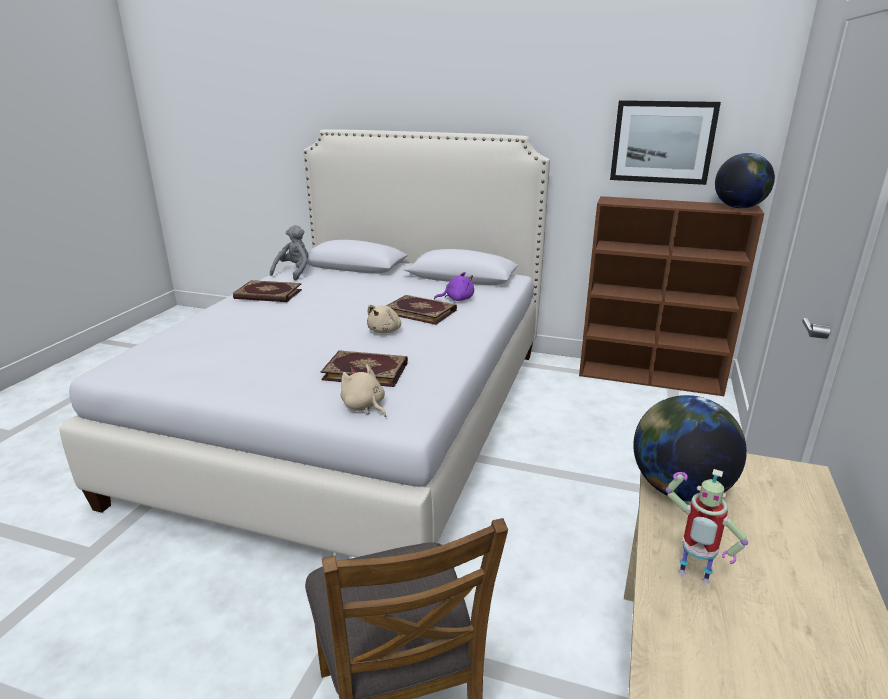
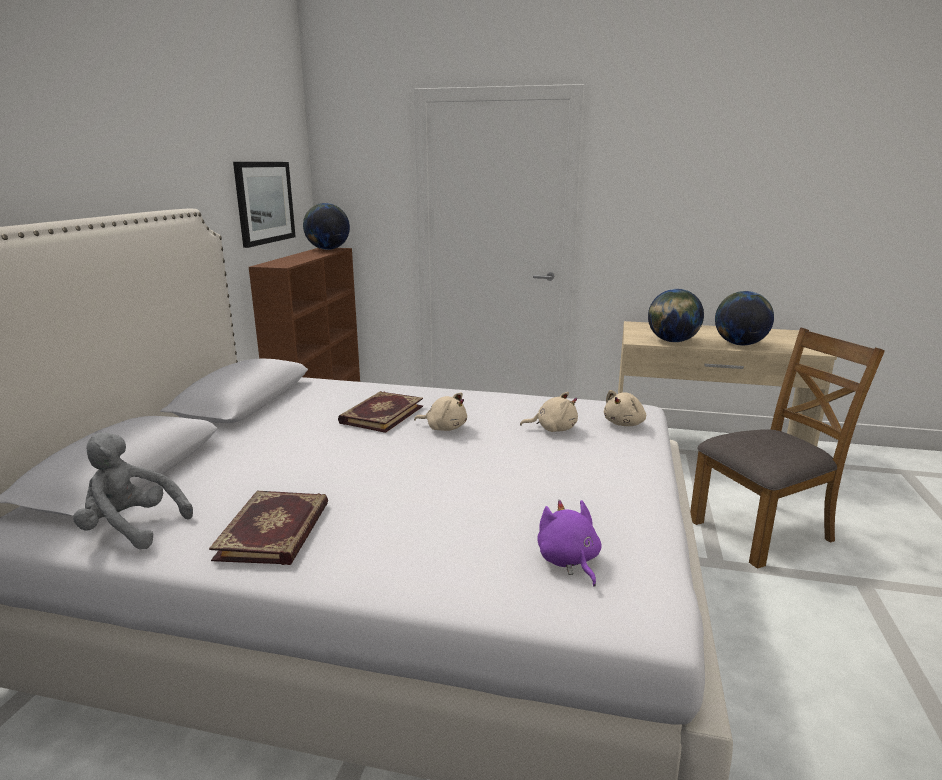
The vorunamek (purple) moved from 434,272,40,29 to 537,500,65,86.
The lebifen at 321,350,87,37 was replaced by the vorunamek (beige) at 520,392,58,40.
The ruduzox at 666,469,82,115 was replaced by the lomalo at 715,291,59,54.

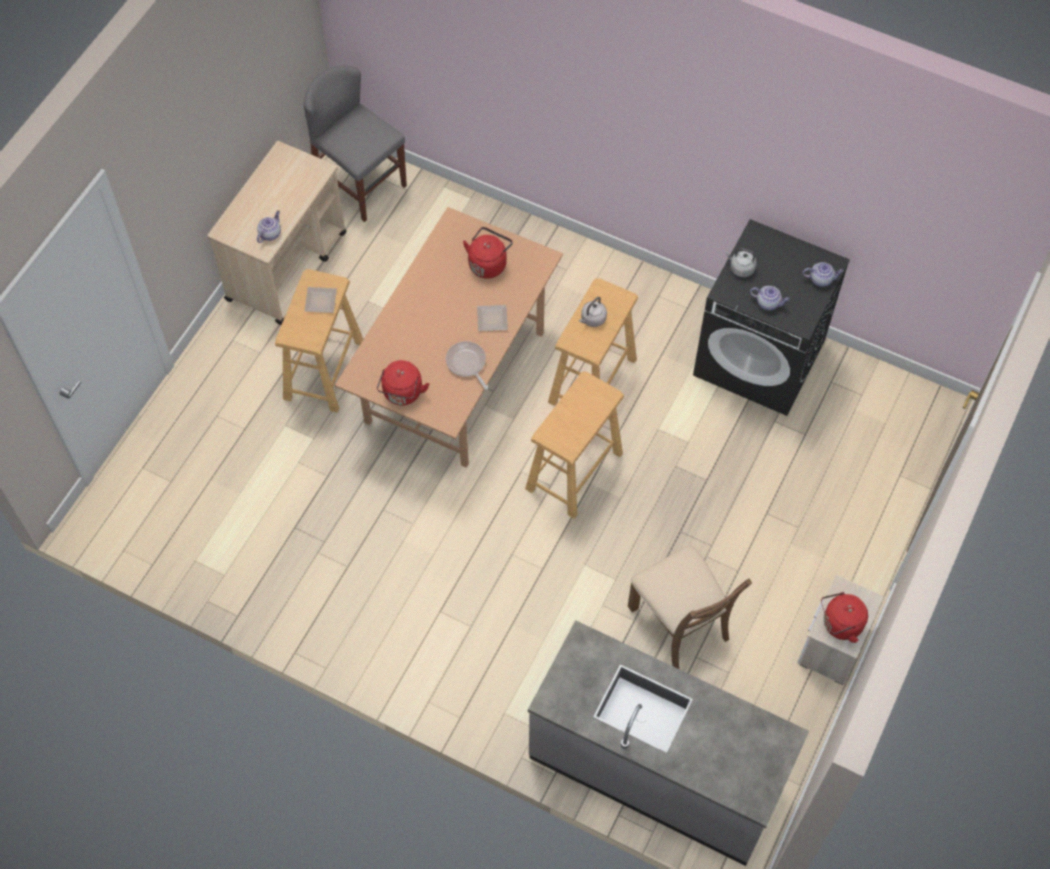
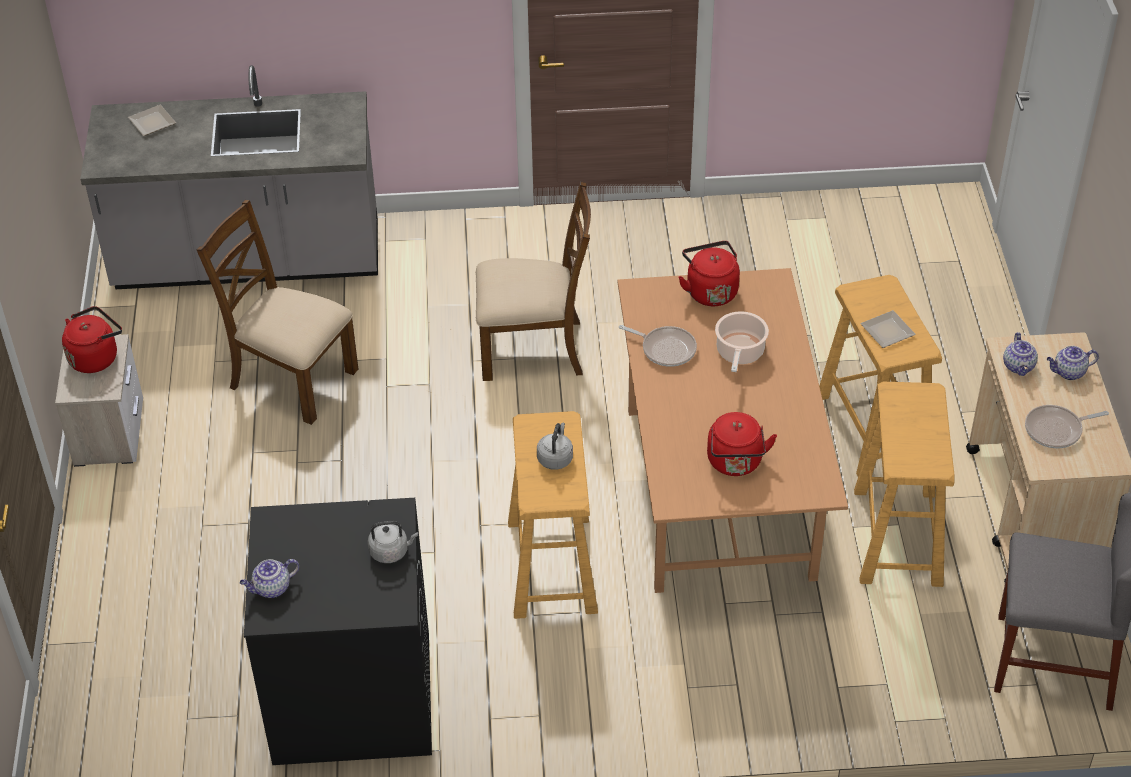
The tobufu moved from 750,286,40,24 to 1047,346,52,34.
The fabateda moved from 477,305,31,26 to 128,105,48,31.
The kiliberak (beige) moved from 525,371,99,148 to 854,381,100,206.
The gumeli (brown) at 476,182,115,199 appeared.
The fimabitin at 715,311,54,61 appeared.
The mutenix at 1025,405,84,43 appeared.

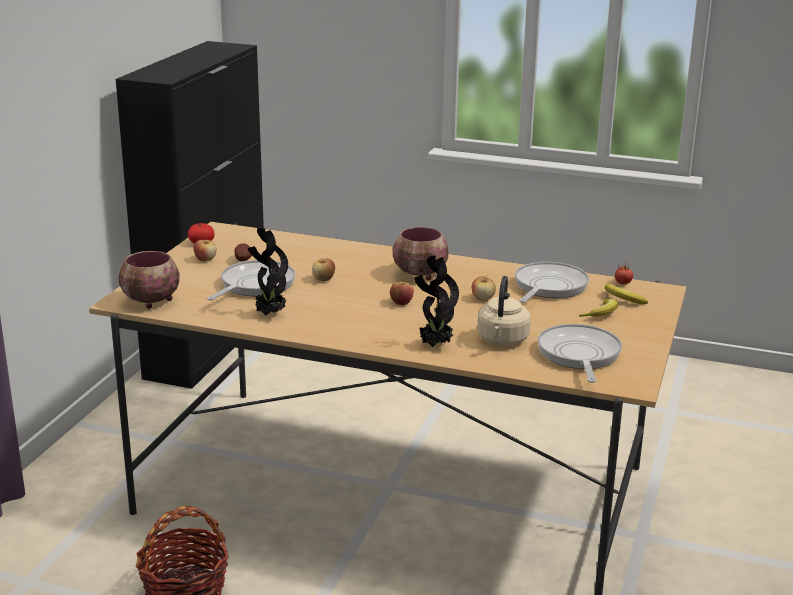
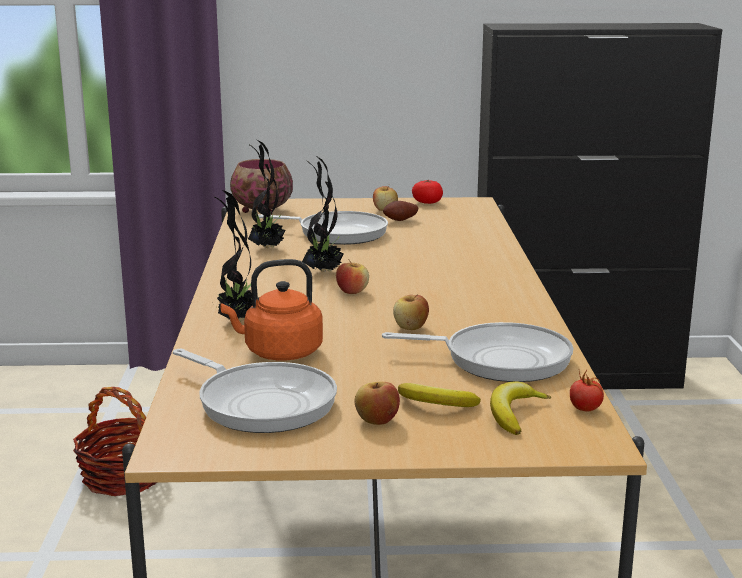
The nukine at 393,227,56,53 disappeared.
The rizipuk moved from 312,258,23,23 to 355,382,45,43.
The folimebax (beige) at 478,276,53,70 became the folimebax (orange) at 220,259,103,101.
The mutenix at 538,324,84,59 turned 60 degrees clockwise.
The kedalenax at 302,155,42,117 appeared.

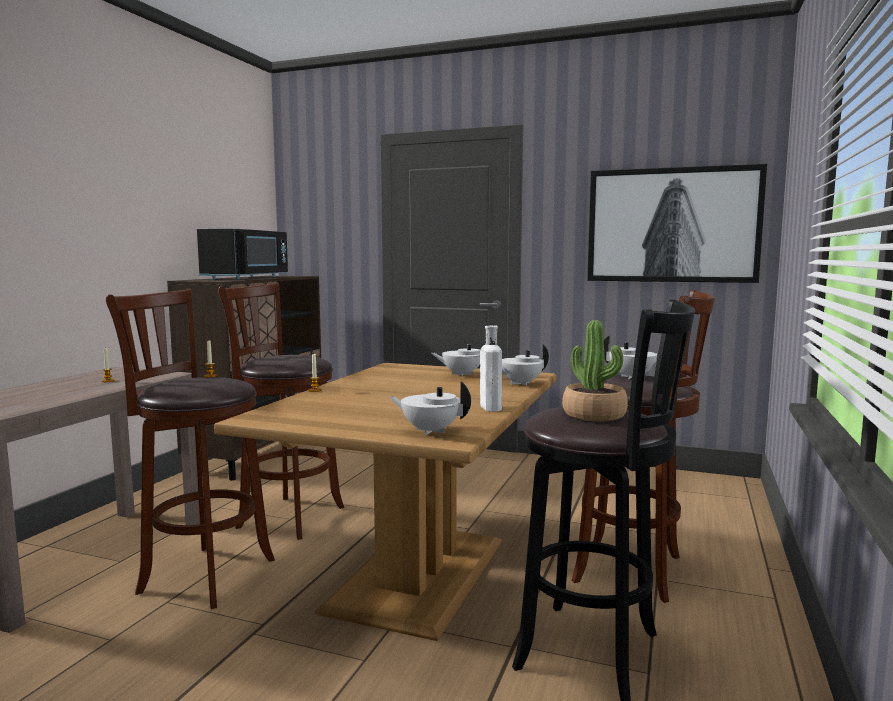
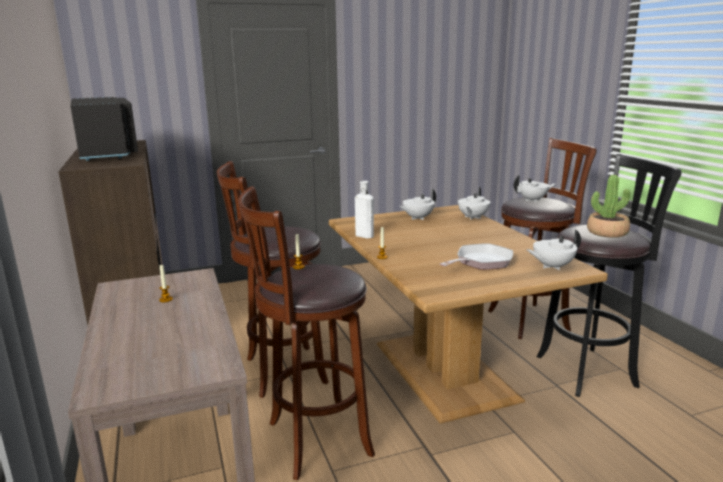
The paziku at 587,164,180,119 disappeared.
The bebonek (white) moved from 480,325,22,87 to 355,181,19,57.
The mutenix at 440,243,73,27 appeared.

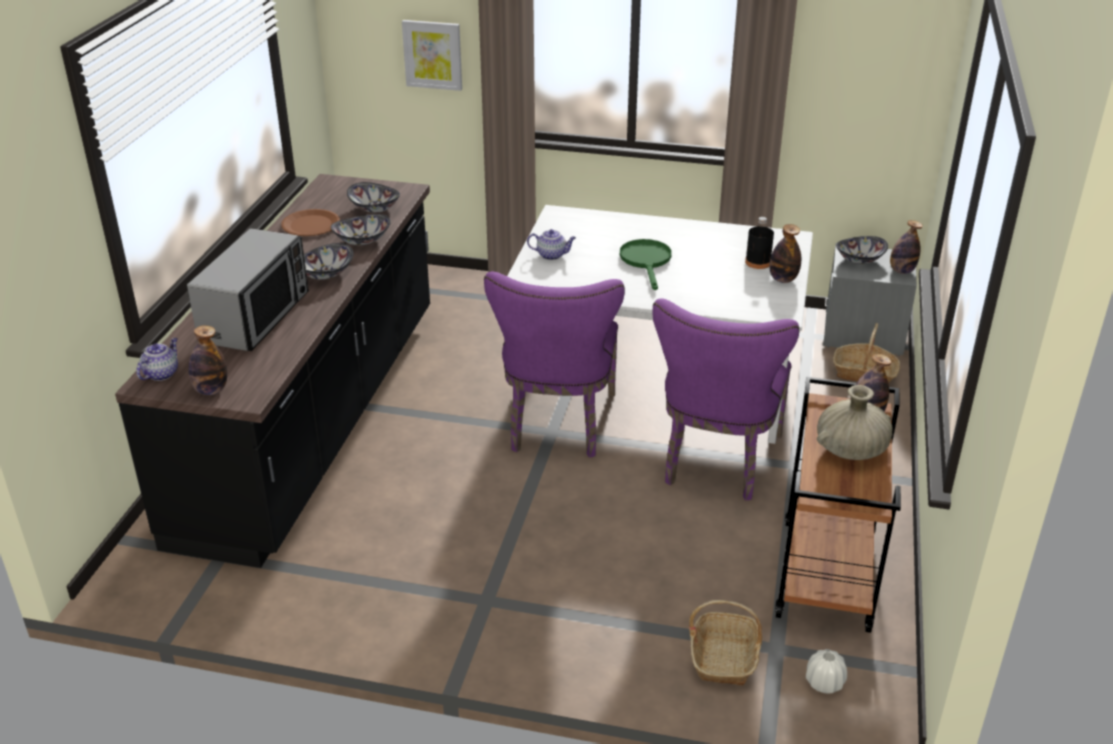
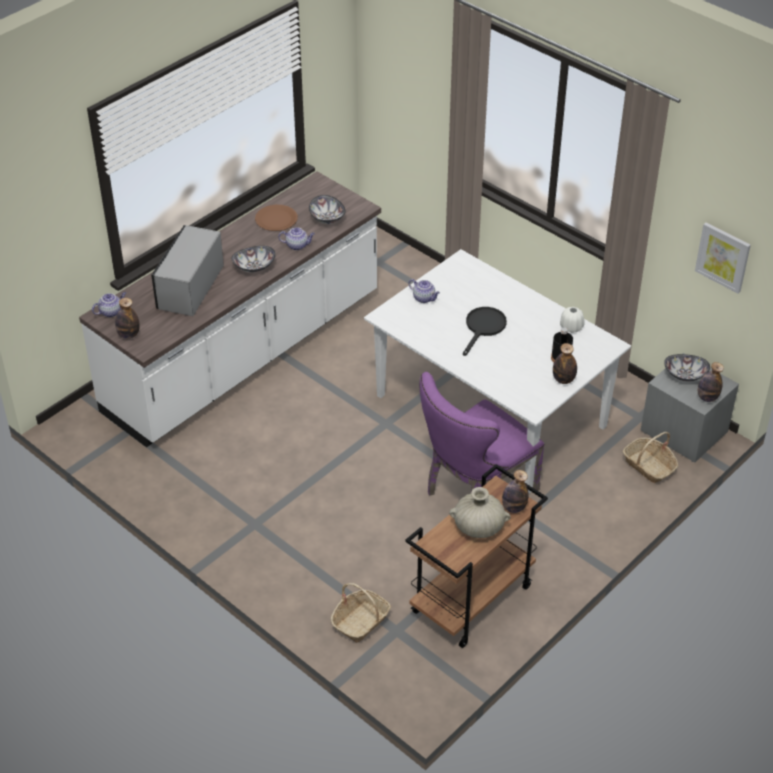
The paziku moved from 402,20,60,71 to 695,223,56,70.
The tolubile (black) at 115,174,315,394 became the tolubile (white) at 79,171,302,276.
The nukine at 331,214,60,31 was replaced by the tobufu at 278,227,37,23.
The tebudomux at 187,228,122,123 turned 150 degrees clockwise.
The mutenix (green) at 620,239,52,51 became the mutenix (black) at 463,307,44,49.
The gumeli (purple) at 484,272,141,186 disappeared.
The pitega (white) moved from 806,649,41,44 to 560,307,25,26.

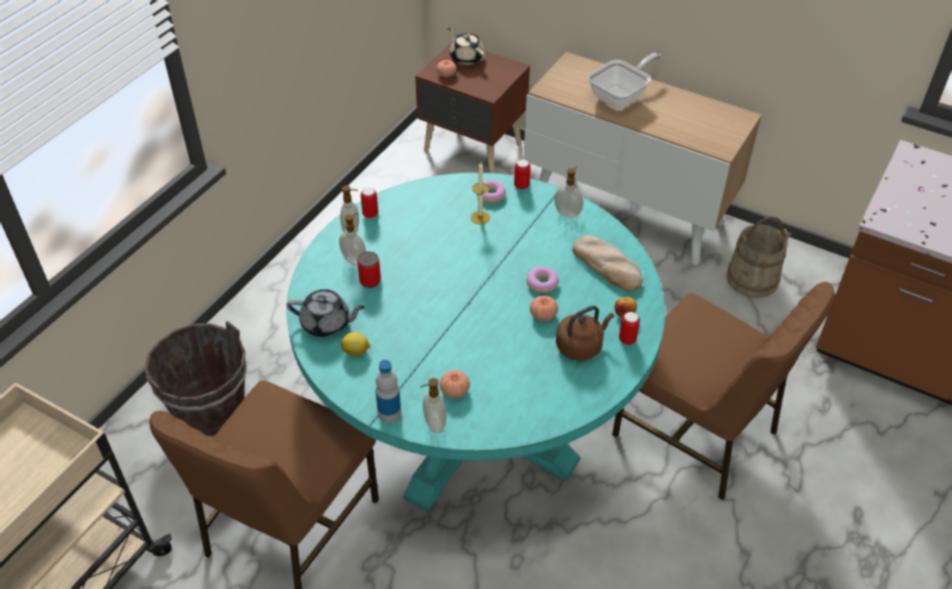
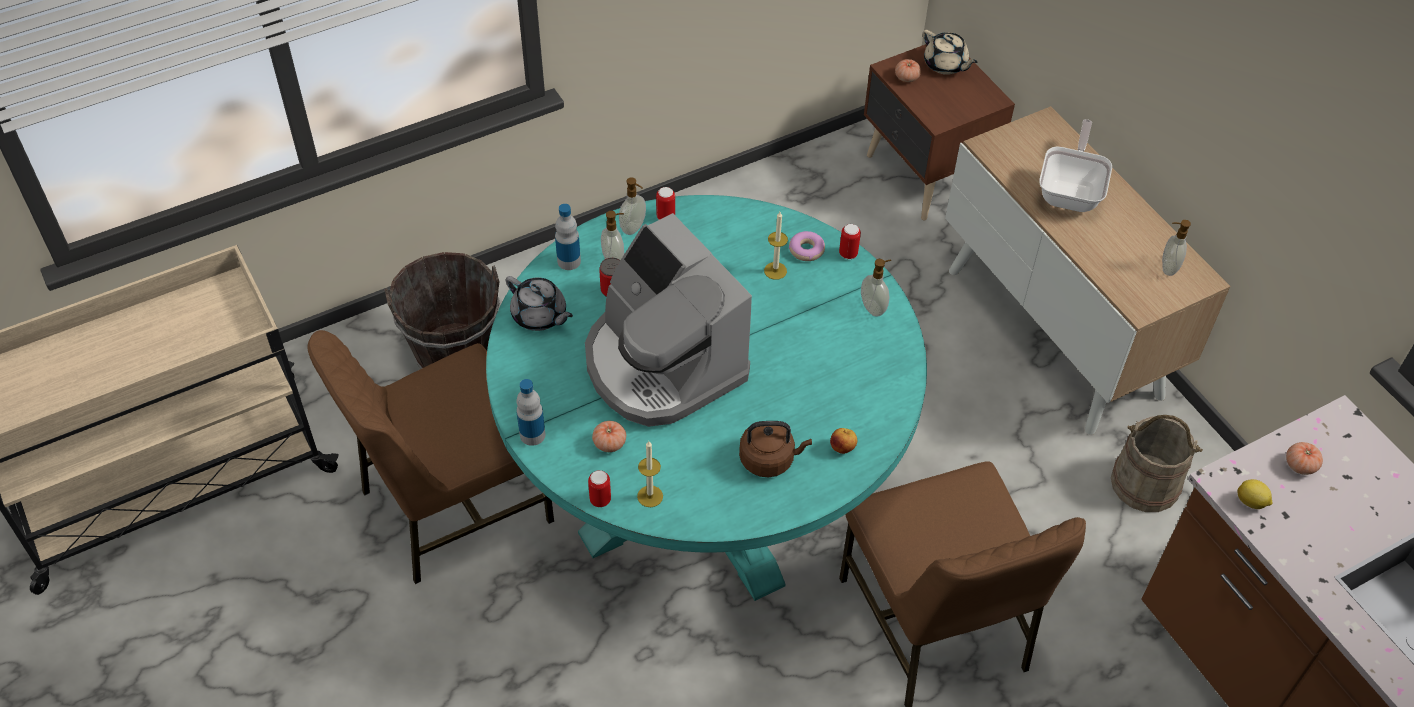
The tobufu (beige) at 447,28,38,37 turned 150 degrees clockwise.
The mutenix at 588,53,73,56 turned 60 degrees counterclockwise.
The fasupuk at 572,235,71,56 disappeared.
The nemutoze at 526,267,33,26 disappeared.
The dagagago moved from 530,296,28,25 to 1286,442,37,33.
The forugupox moved from 619,312,21,33 to 588,470,23,37.
The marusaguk moved from 341,332,30,24 to 1238,479,35,30.
The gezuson moved from 420,378,27,55 to 1162,220,29,56.
The bebonek at 555,204,26,66 appeared.
The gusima at 585,213,167,214 appeared.
The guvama at 637,441,26,66 appeared.

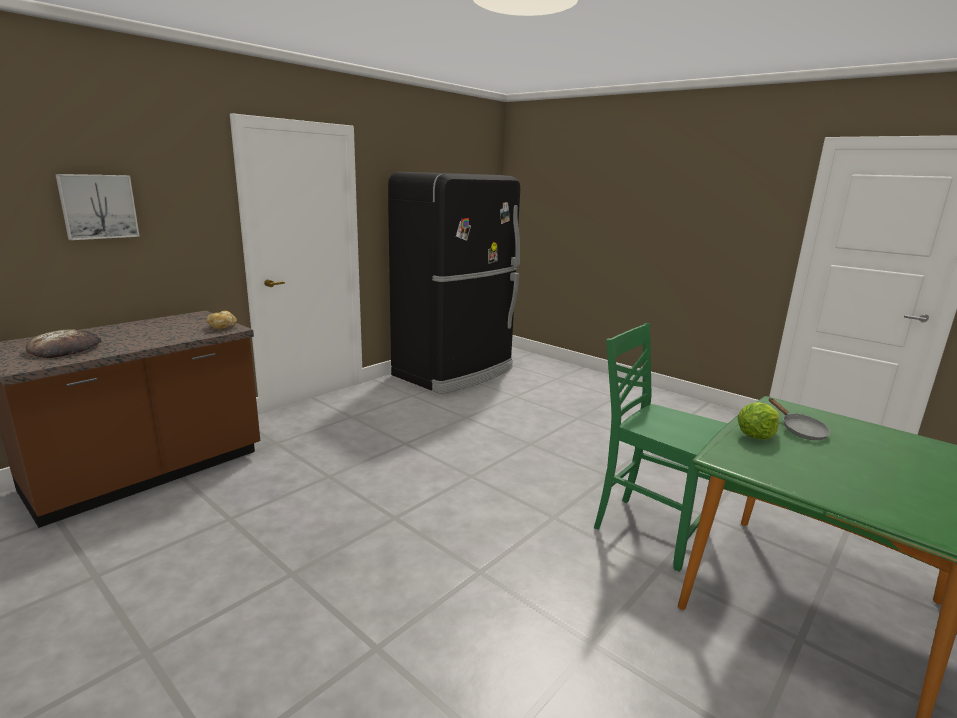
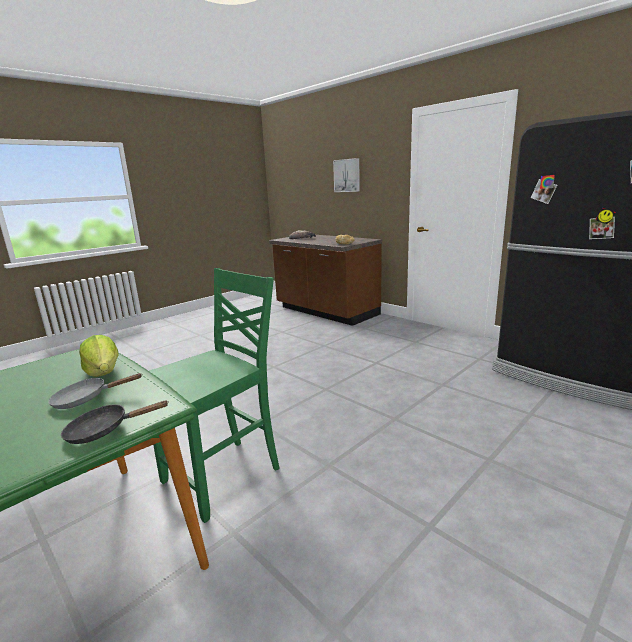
The mutenix (black) at 61,400,108,44 appeared.

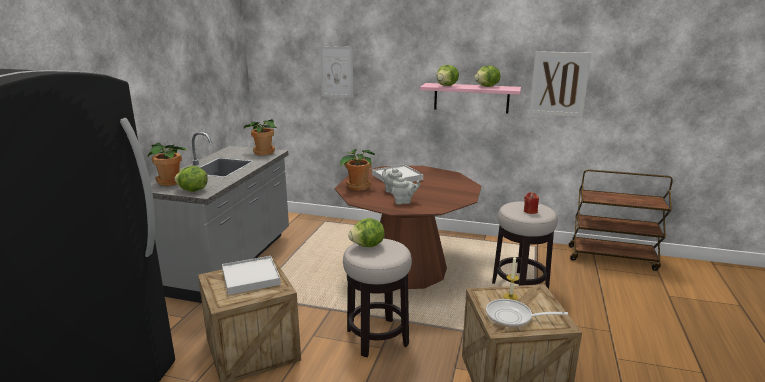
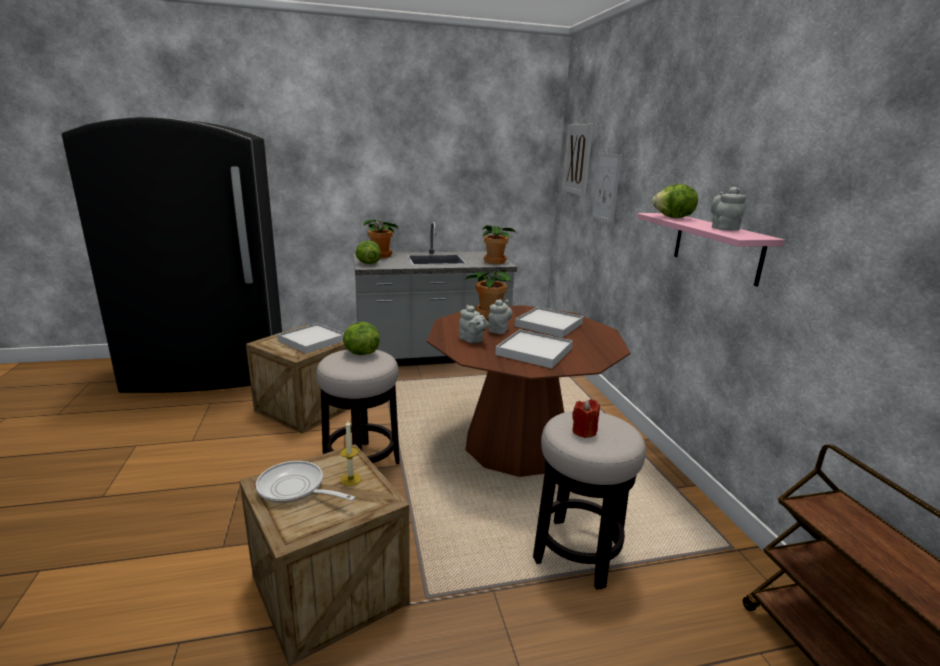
The paziku moved from 529,51,63,66 to 562,124,31,72.
The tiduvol at 474,65,26,22 was replaced by the tobufu (grey) at 711,187,35,43.
The mutenix at 486,299,82,28 turned 45 degrees counterclockwise.
The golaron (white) at 495,329,78,39 appeared.

